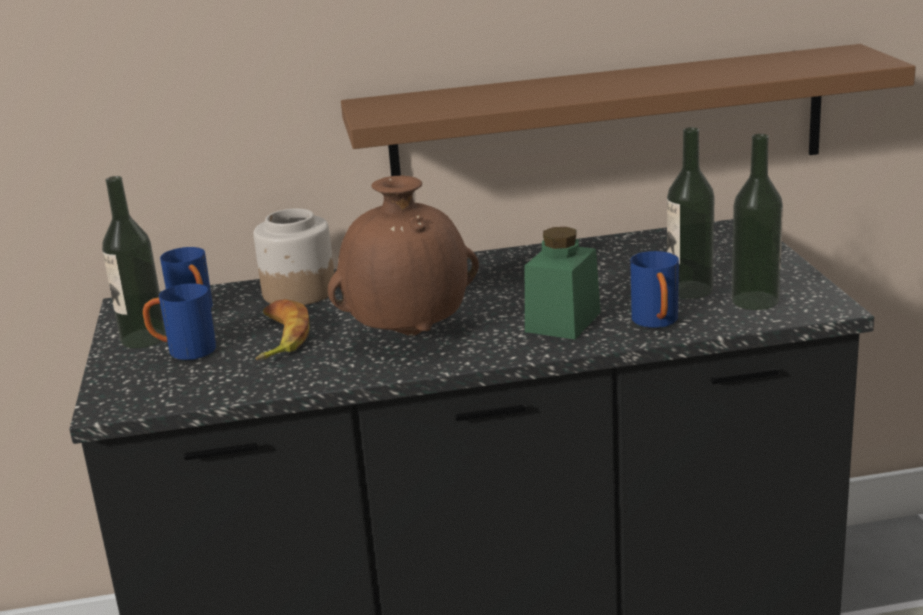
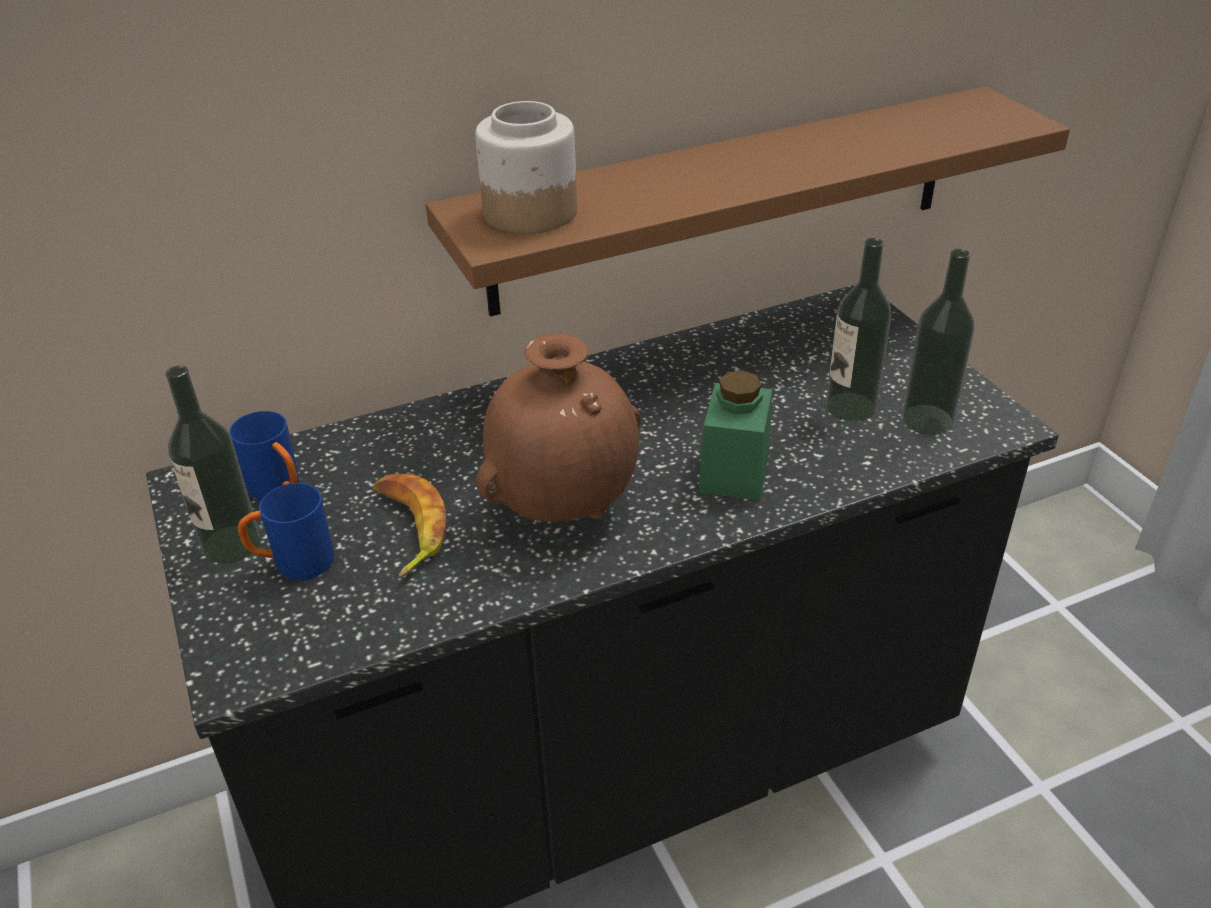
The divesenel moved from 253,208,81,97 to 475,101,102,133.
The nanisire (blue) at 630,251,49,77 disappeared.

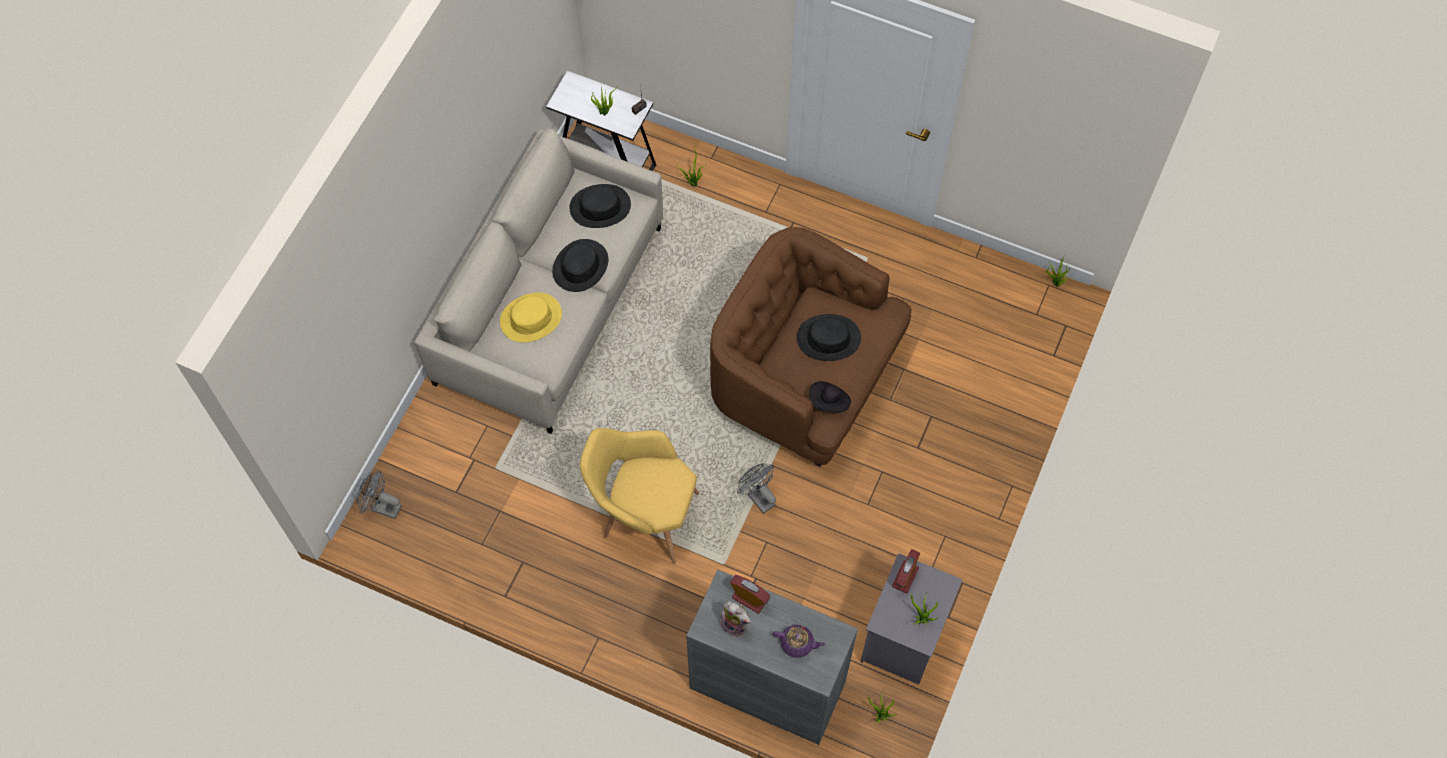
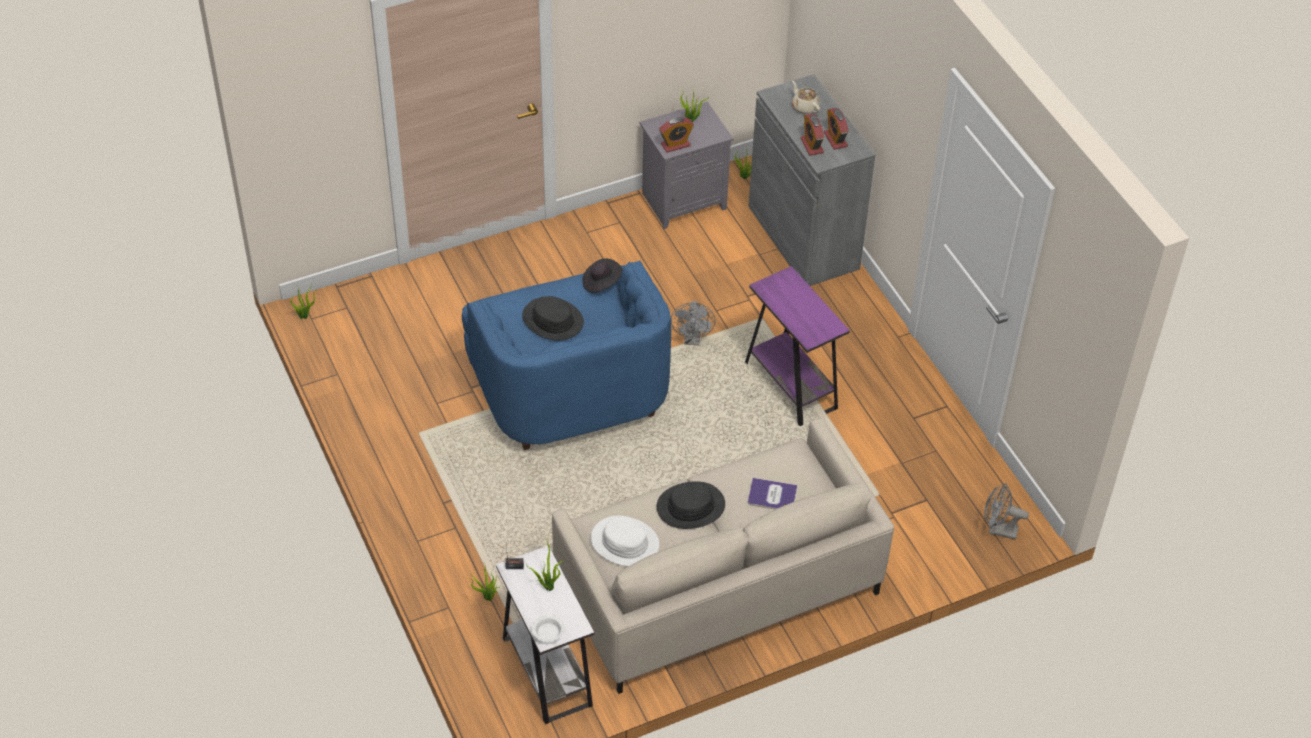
The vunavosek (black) at 570,184,61,44 became the vunavosek (white) at 591,516,68,50.
The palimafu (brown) at 710,227,202,240 became the palimafu (blue) at 462,260,209,190.
The vunavosek (yellow) at 500,292,62,51 was replaced by the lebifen at 748,478,49,31.
The palimafu (yellow) at 580,428,119,136 was replaced by the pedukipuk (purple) at 745,266,105,160.
The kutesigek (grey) at 357,470,45,49 turned 135 degrees clockwise.
The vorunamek at 720,601,31,37 was replaced by the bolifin at 824,108,25,42.
The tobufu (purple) at 773,625,53,33 became the tobufu (beige) at 792,81,28,33.
The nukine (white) at 531,614,34,28 appeared.

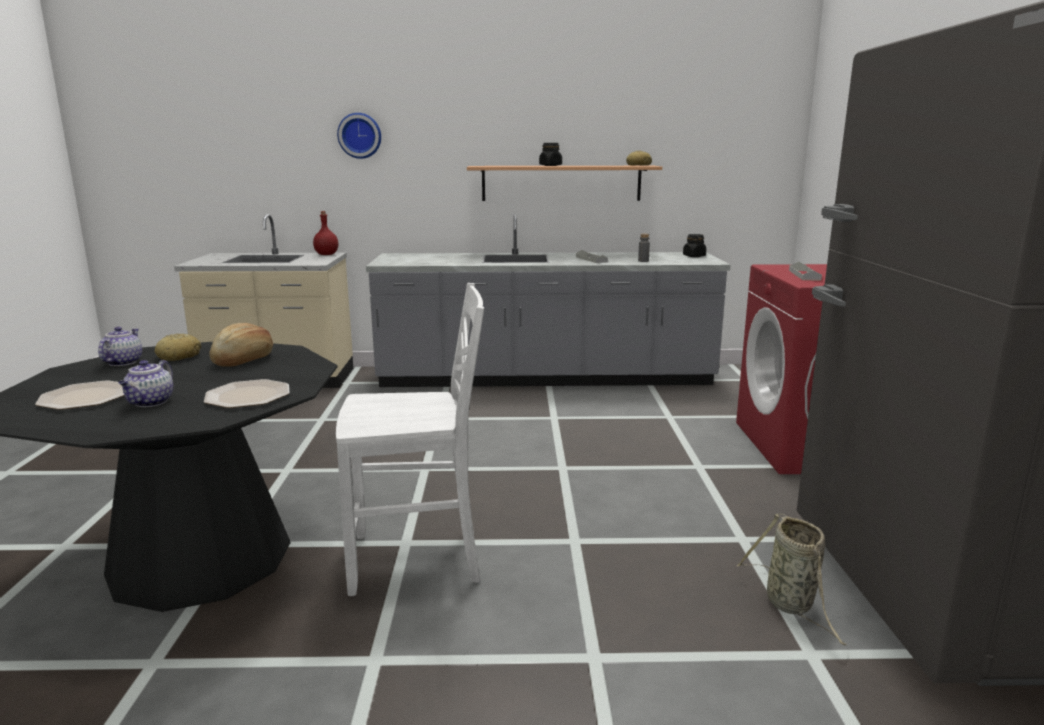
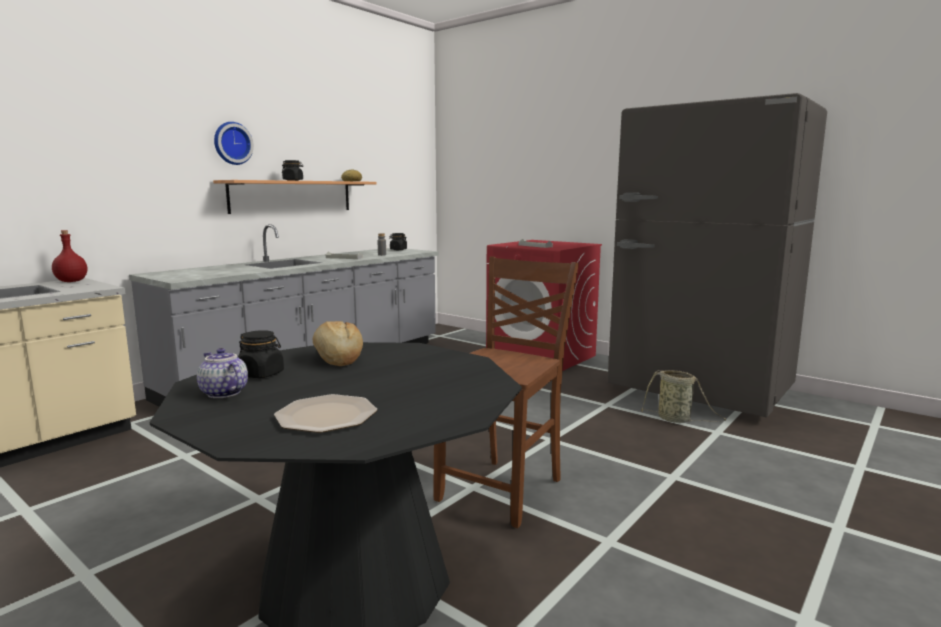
The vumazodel moved from 337,113,44,46 to 214,122,40,43.
The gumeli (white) at 336,283,148,313 became the gumeli (brown) at 434,256,145,272.
The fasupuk at 154,334,47,27 was replaced by the divesenel (black) at 238,330,46,48.
The tobufu at 118,360,55,47 disappeared.
The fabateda at 204,379,86,29 disappeared.

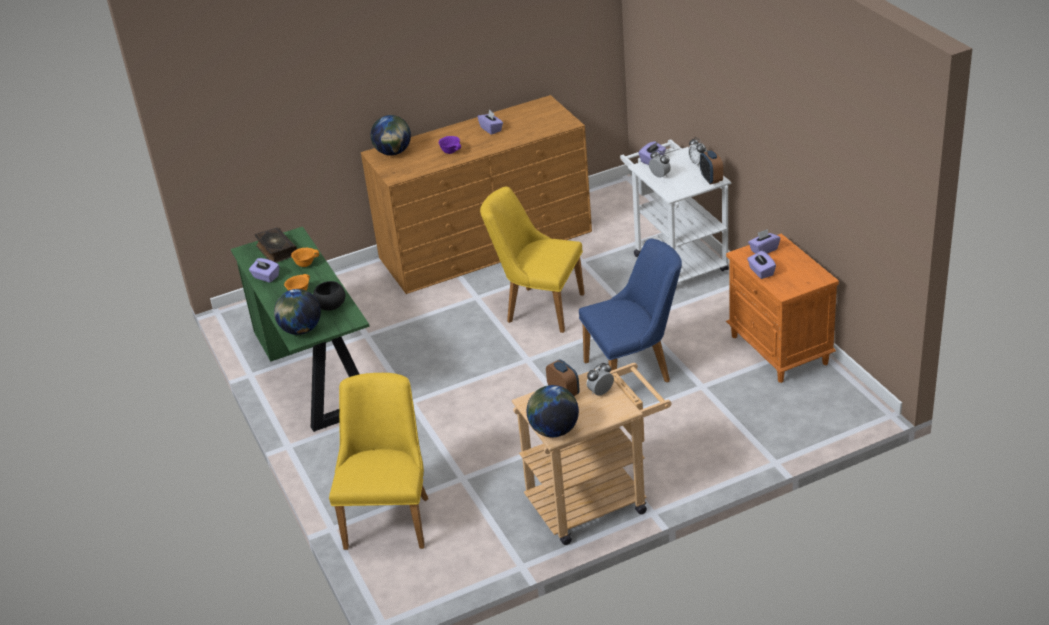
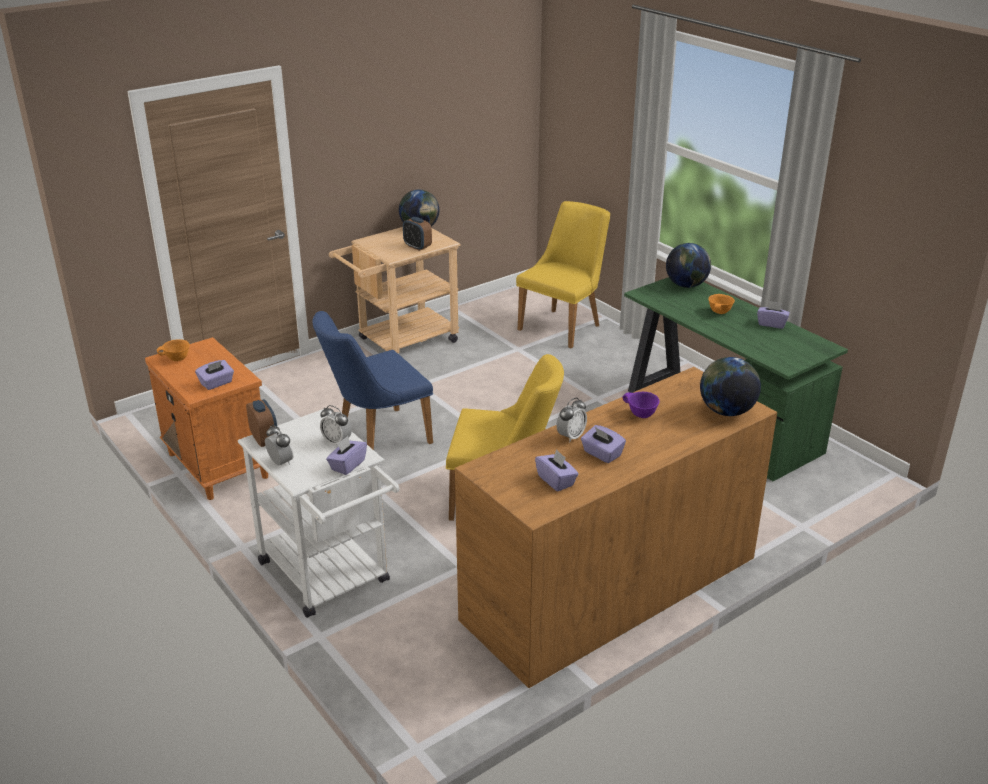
The lebifen at 255,227,42,36 disappeared.
The nukine (orange) moved from 291,248,28,19 to 157,339,33,22.
The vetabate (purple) moved from 747,251,29,28 to 535,449,43,42.
The nukine (black) at 313,281,32,30 disappeared.
The bolifin moved from 587,363,27,33 to 556,397,31,46.
The gumeli (yellow) at 329,373,99,177 turned 135 degrees counterclockwise.

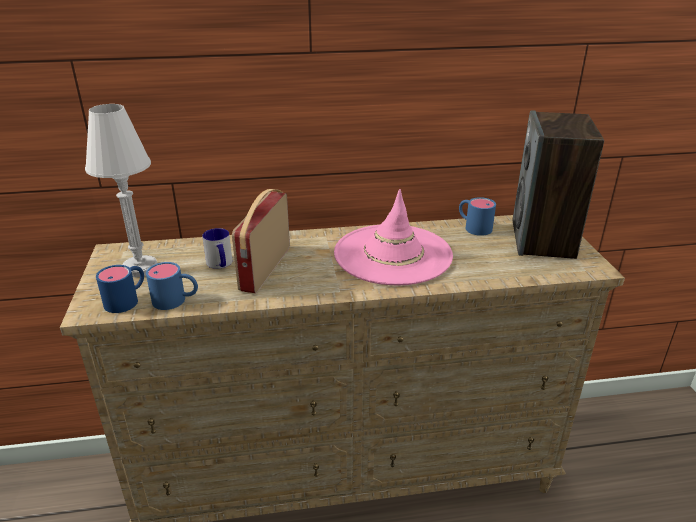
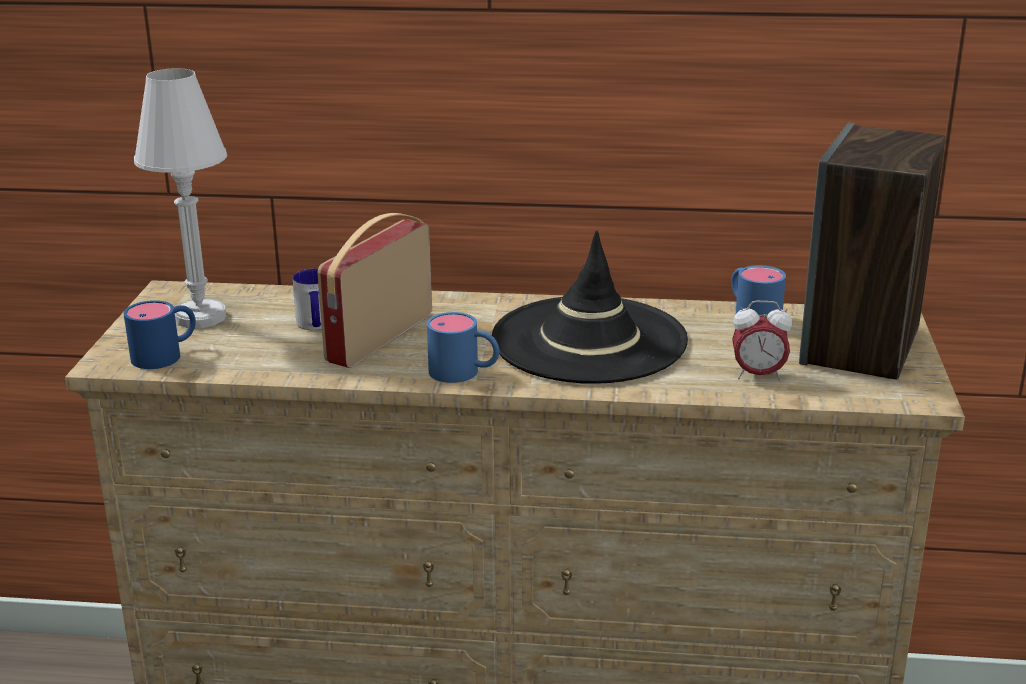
The vunavosek (pink) at 334,189,119,97 became the vunavosek (black) at 492,230,196,154.
The nanisire (blue) moved from 146,262,52,48 to 427,312,72,71.
The bolifin at 732,301,60,80 appeared.

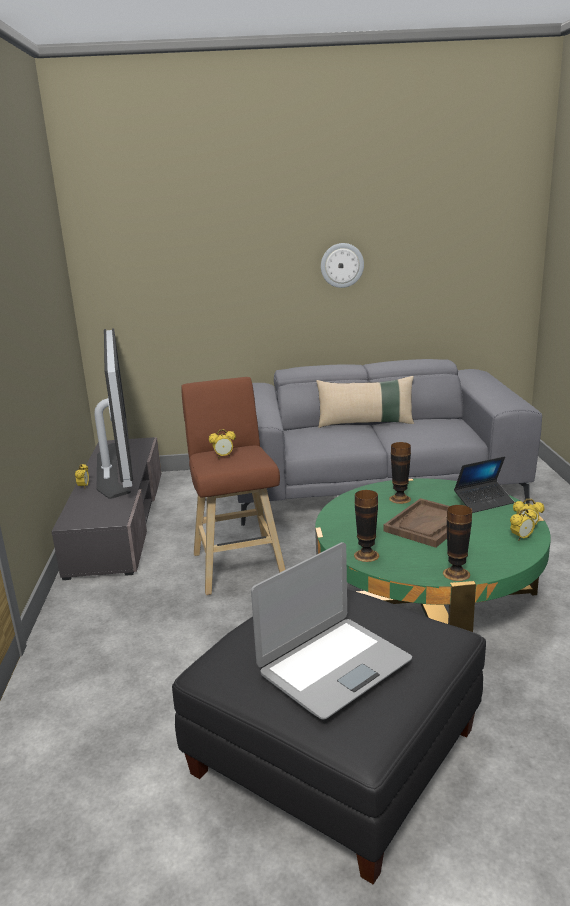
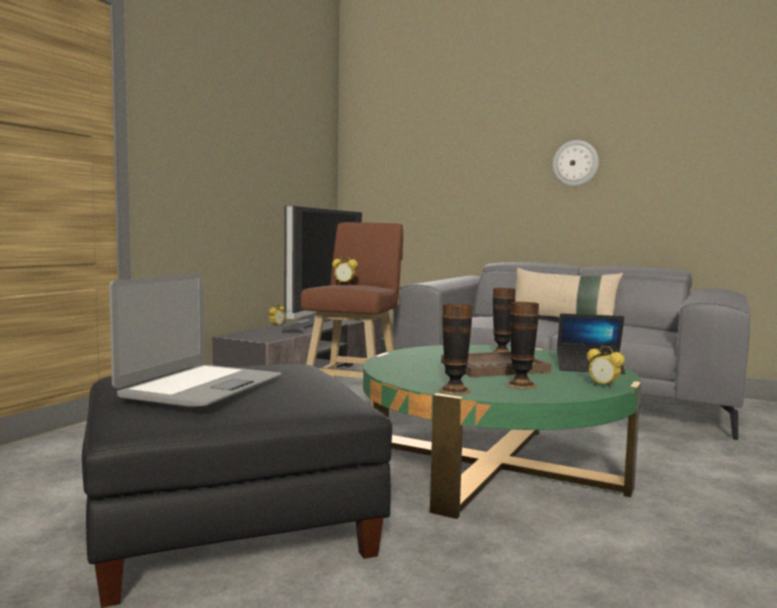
The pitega moved from 354,490,25,72 to 506,302,33,86.
The bolifin at 510,508,27,33 disappeared.
The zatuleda at 251,542,161,177 turned 60 degrees counterclockwise.

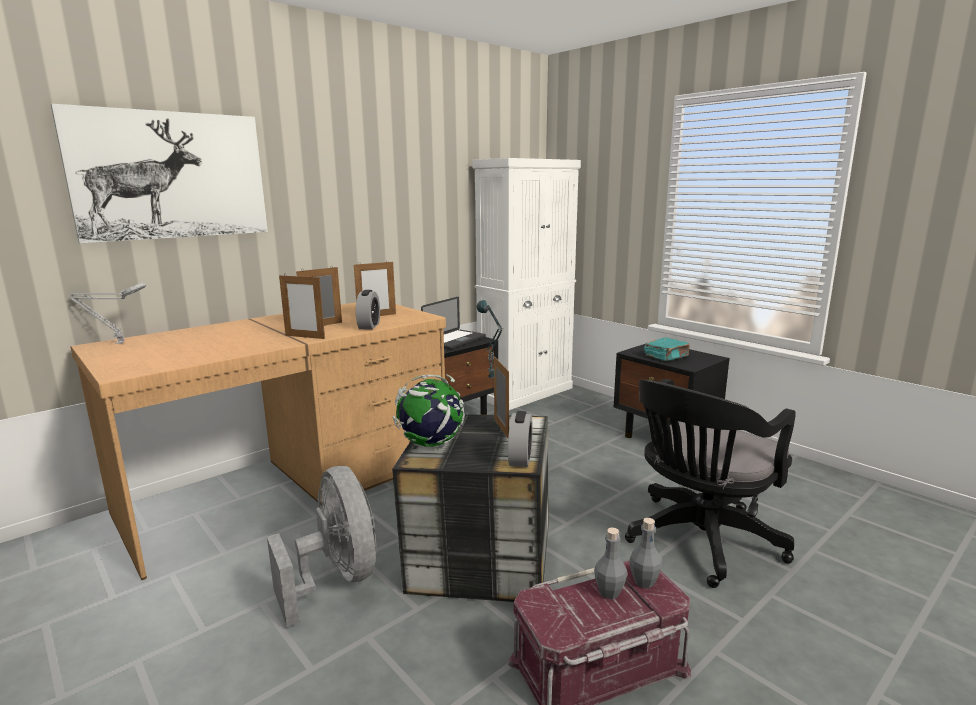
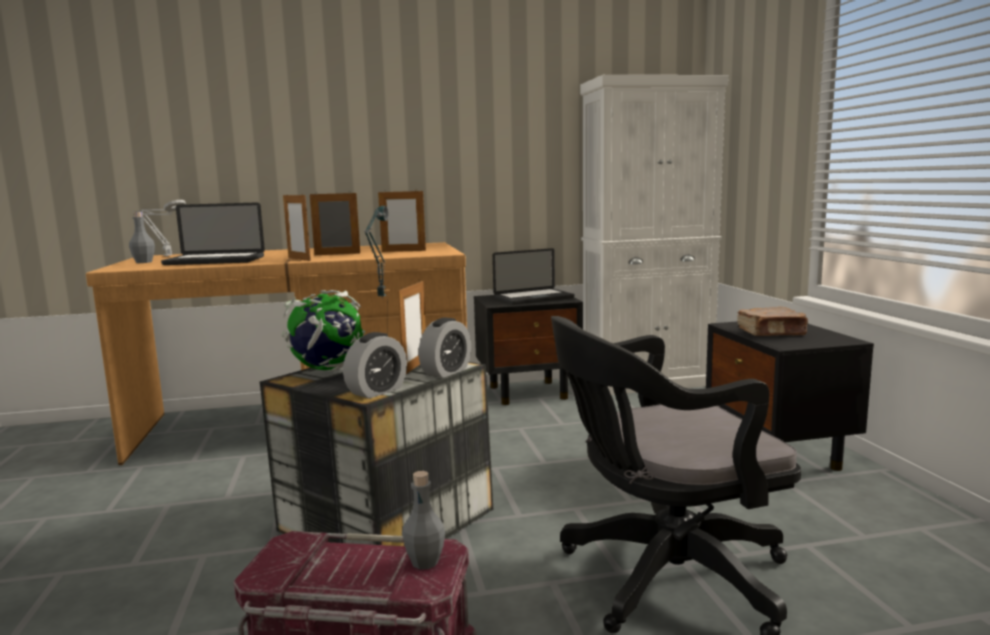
The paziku at 51,104,217,139 disappeared.
The bolifin moved from 356,290,24,39 to 419,318,52,60.
The lebifen (turquoise) at 644,337,46,24 became the lebifen (brown) at 737,307,72,29.
The kutesigek (grey) at 267,466,110,161 disappeared.
The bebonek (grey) moved from 594,528,34,71 to 129,211,26,52.
The zatuleda at 161,202,104,63 appeared.

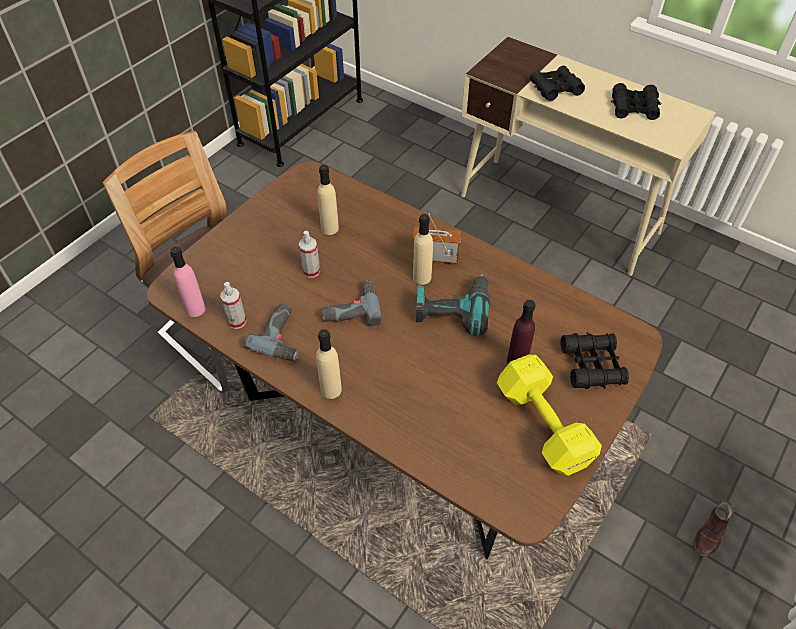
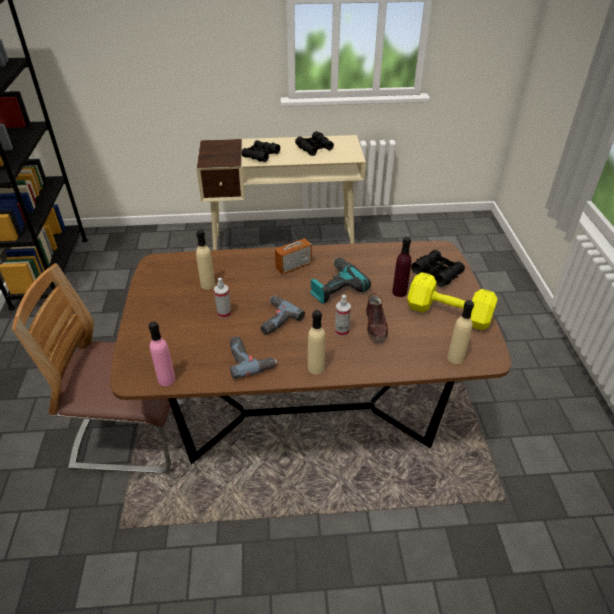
The bebonek (beige) moved from 413,214,20,71 to 447,300,27,64.
The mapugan moved from 220,282,26,47 to 335,295,16,42.
The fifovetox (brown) moved from 693,501,41,56 to 366,293,22,48.

